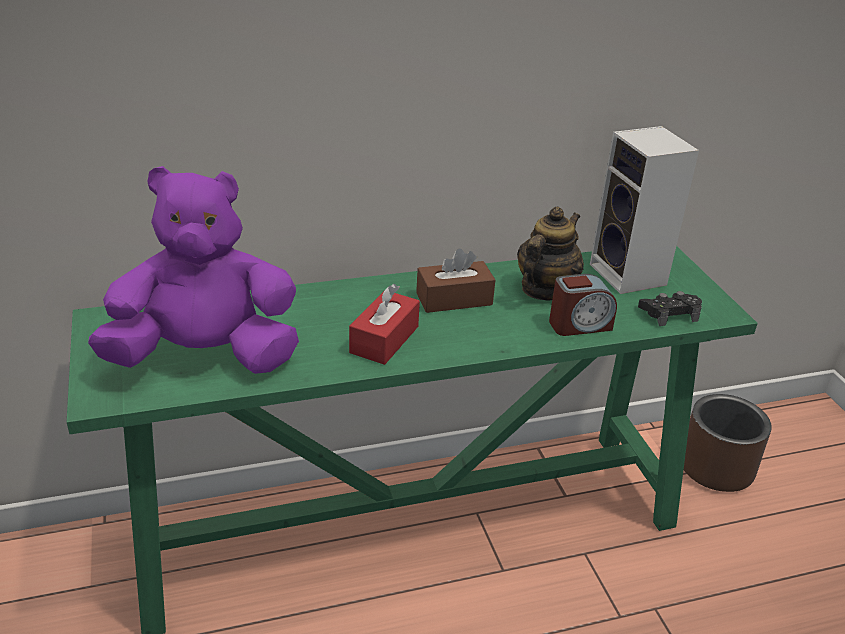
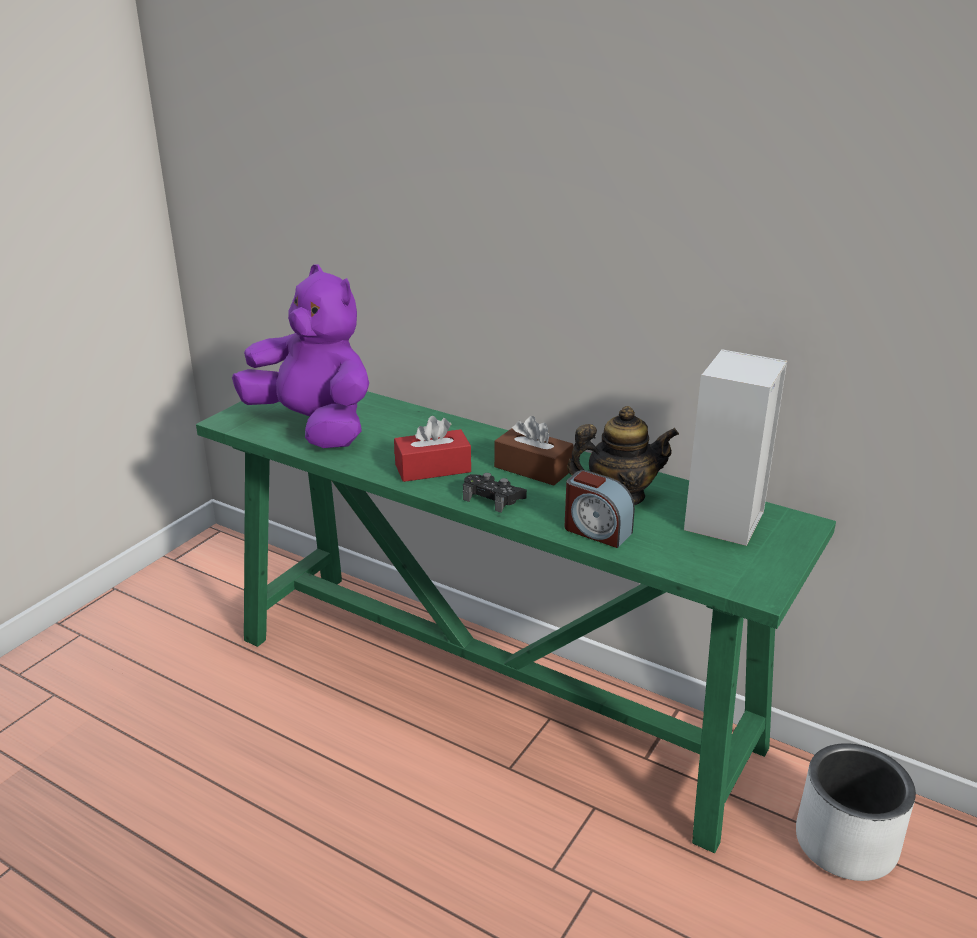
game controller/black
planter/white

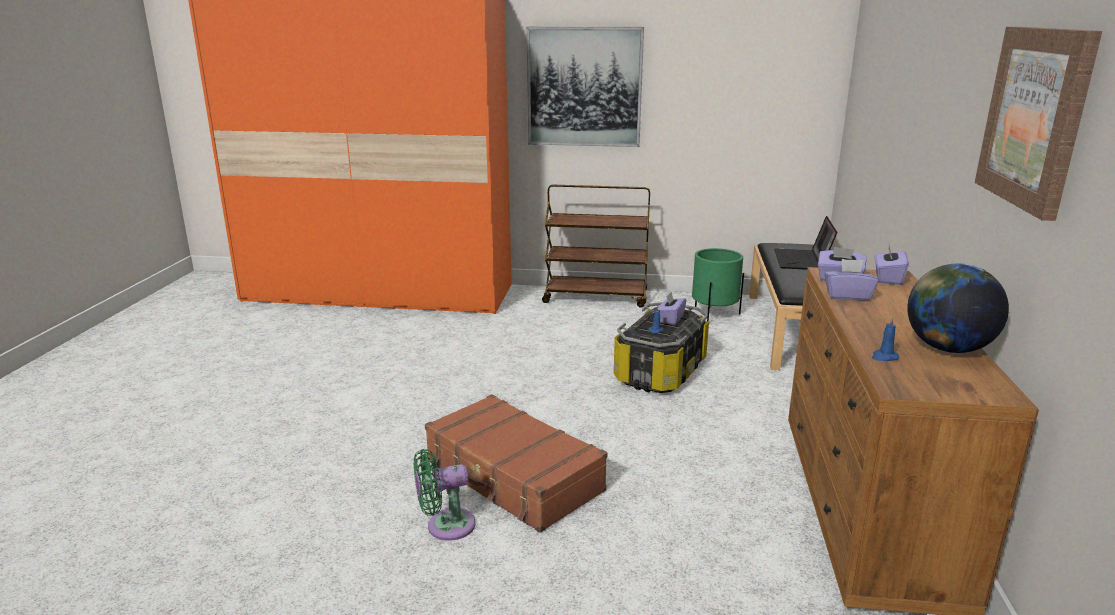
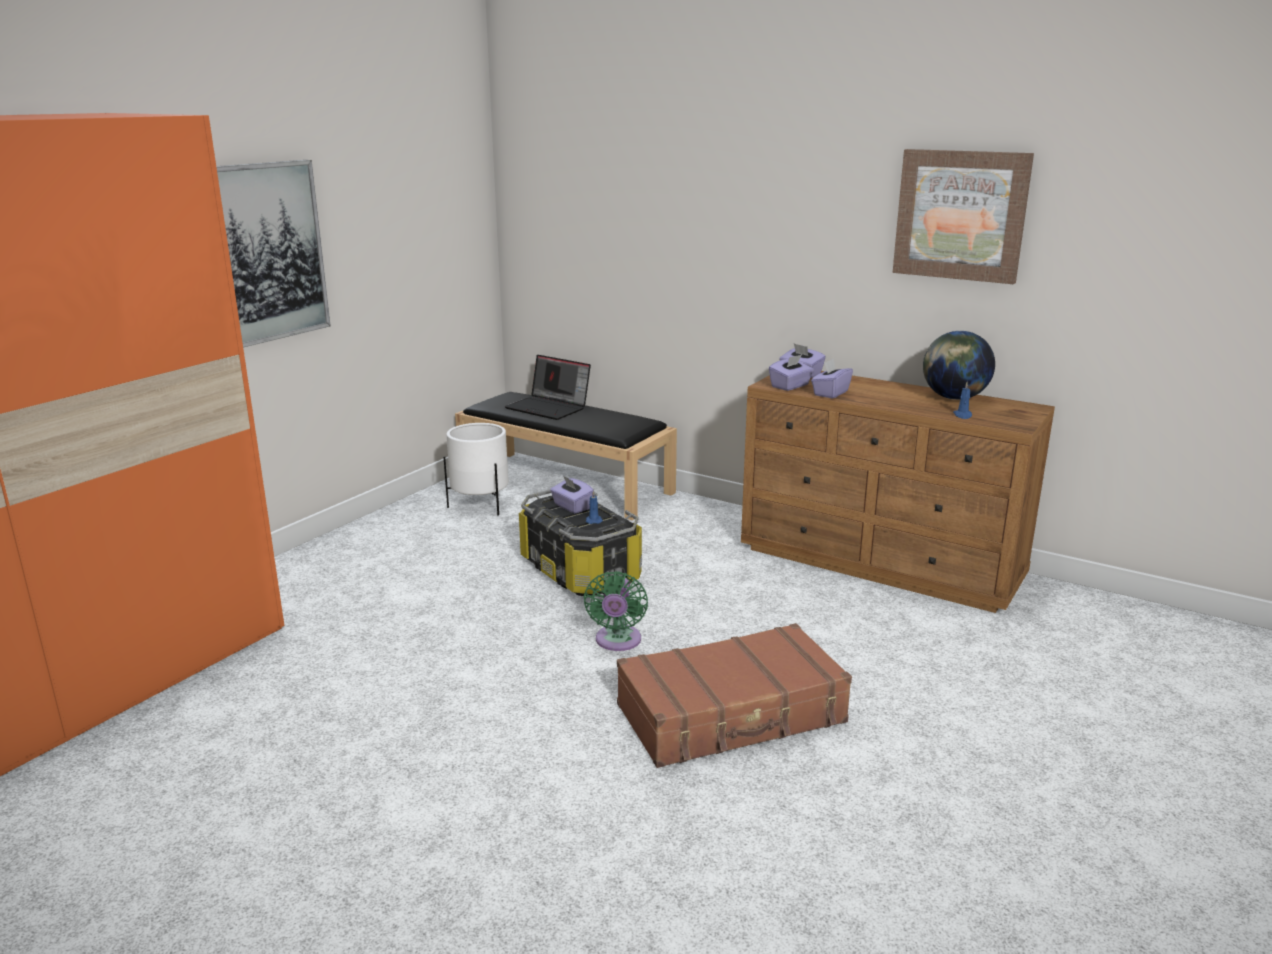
fan/green
cart/brown
planter/white

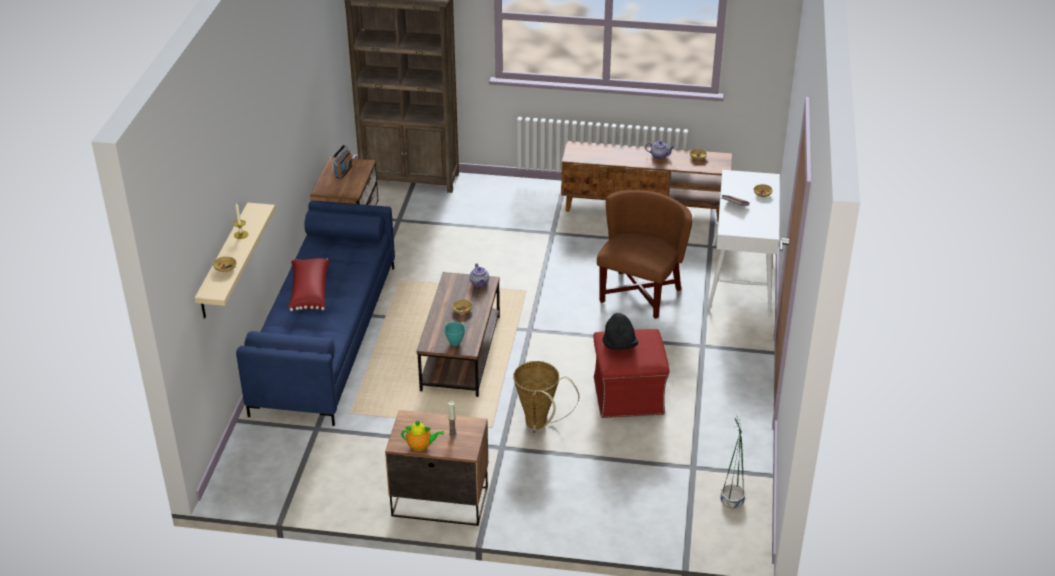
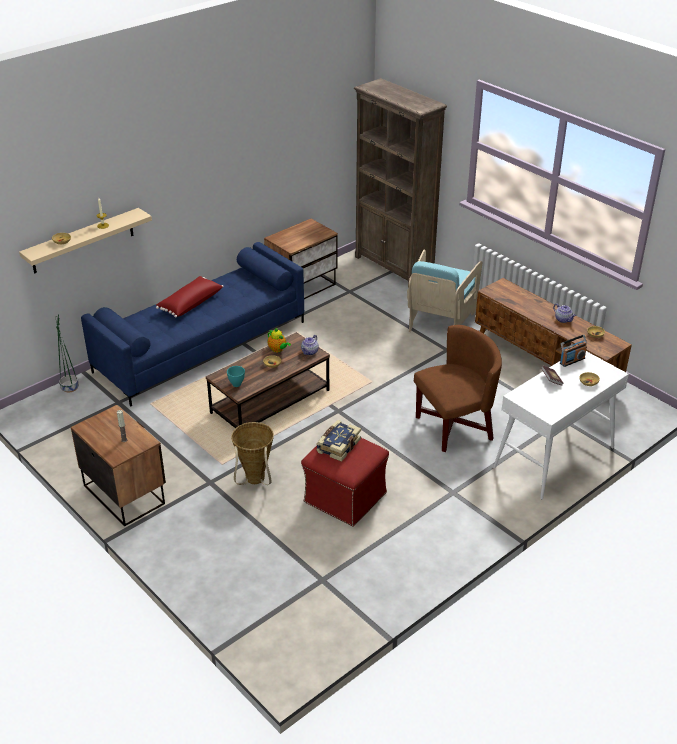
radio
teapot (1st from left)
book (1st from left)
planter/green
armchair/turquoise

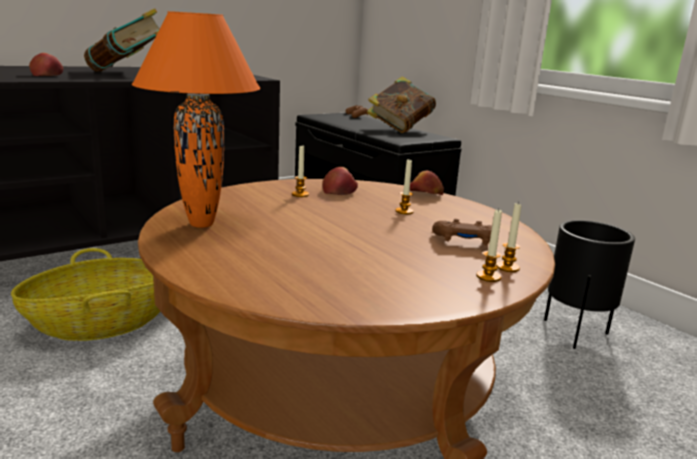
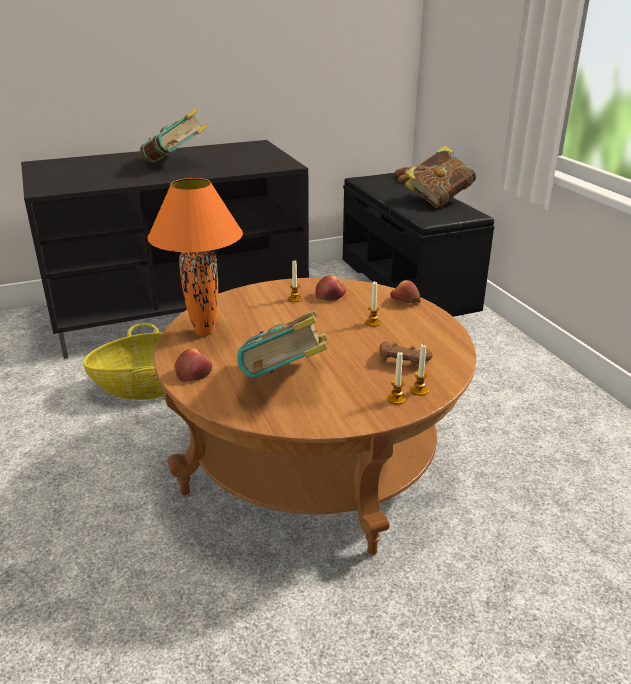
apple (1st from left)
planter/black
book (2nd from left)

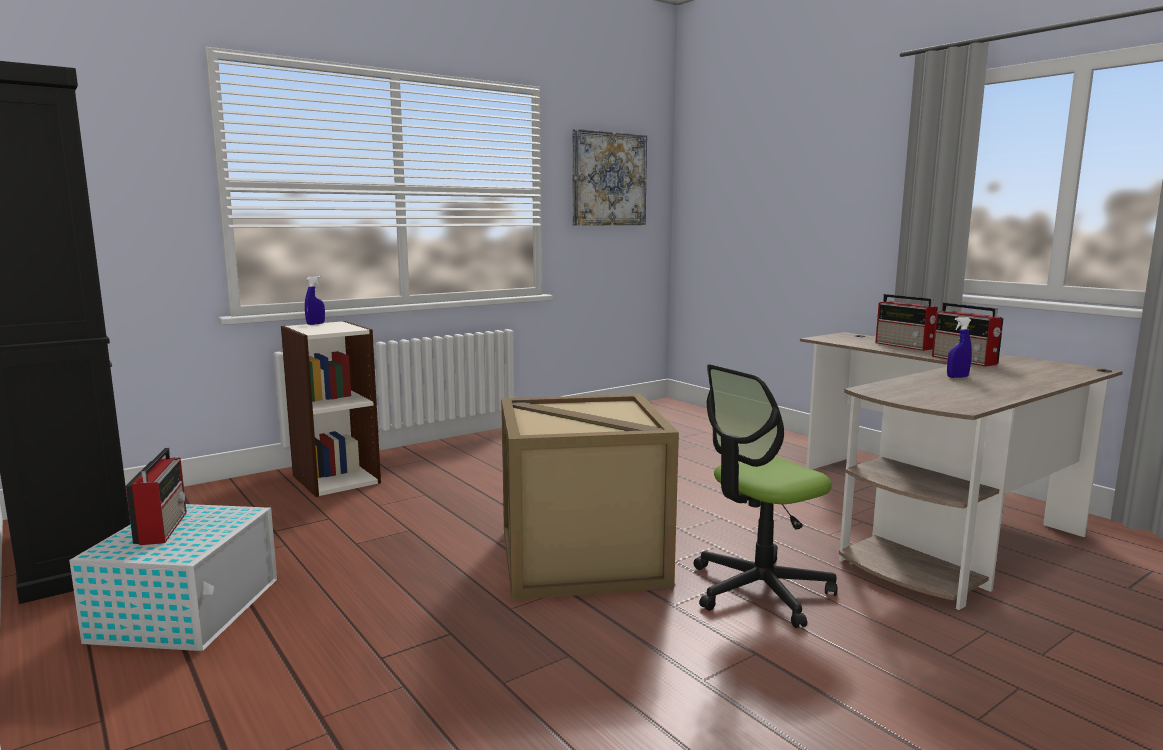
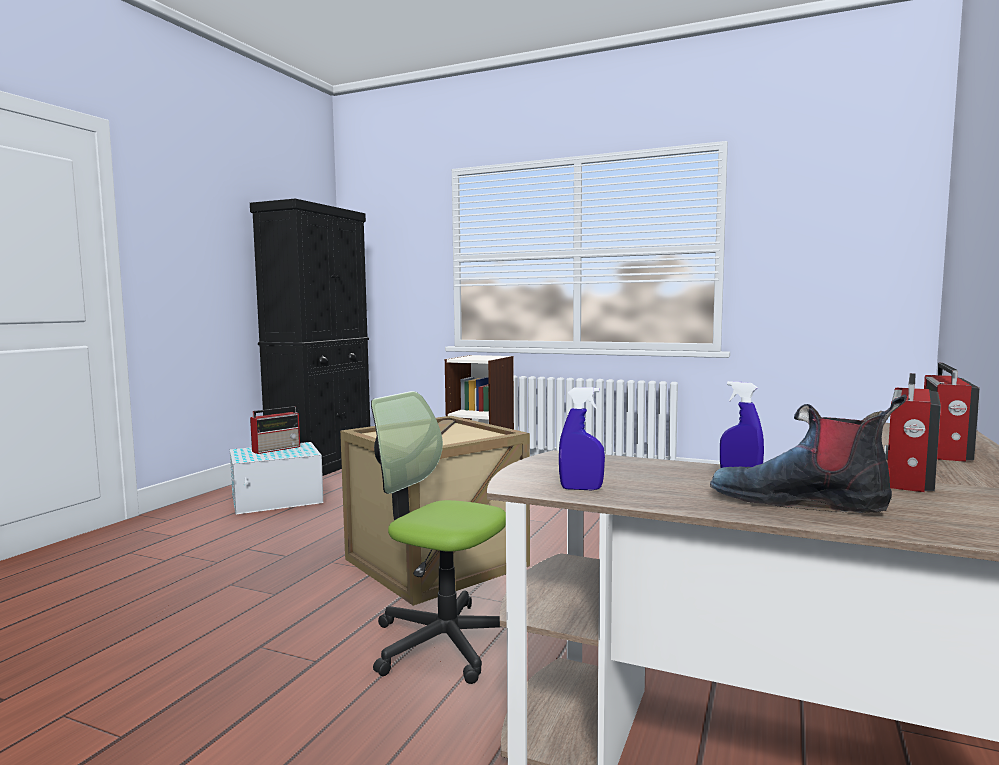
spray bottle/blue (1st from left)
picture
boot

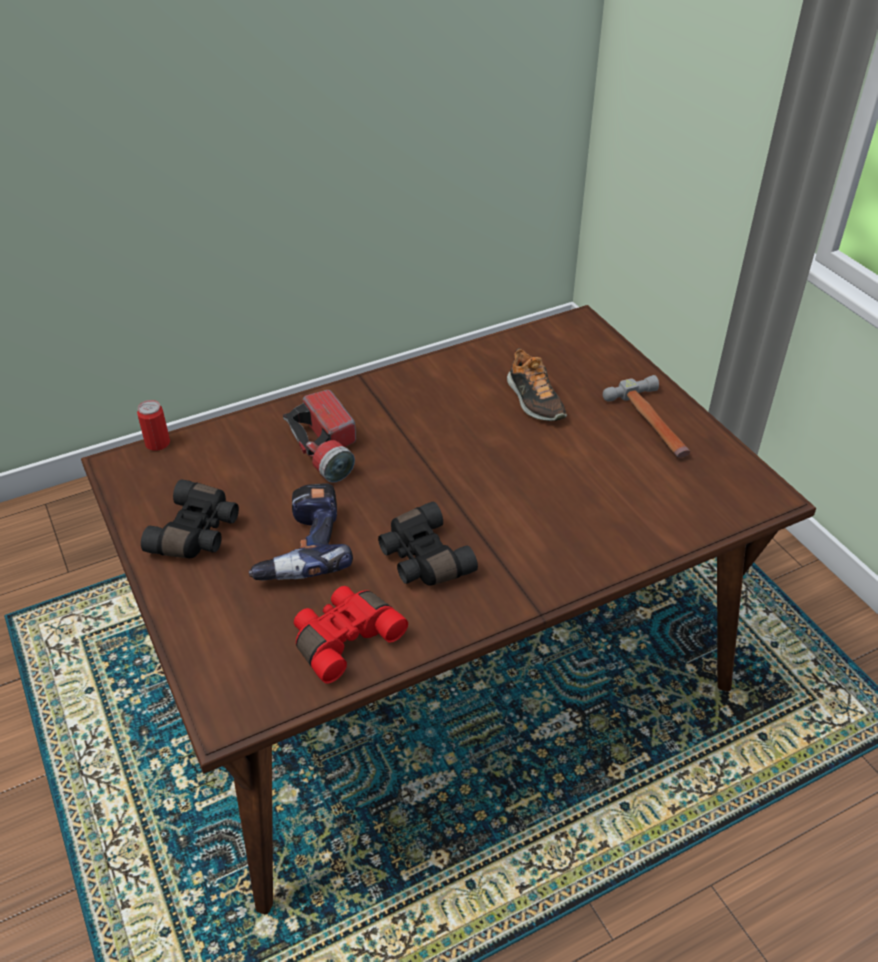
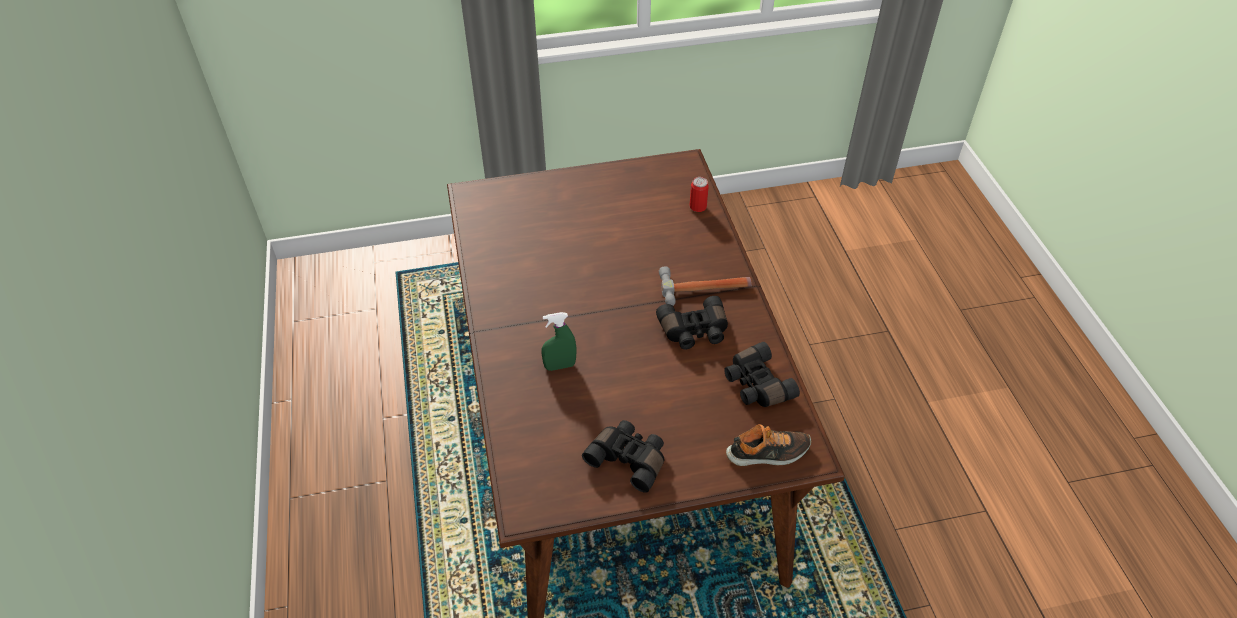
can
power drill
spray bottle/green
binoculars/black (3rd from left)
shoe
hammer

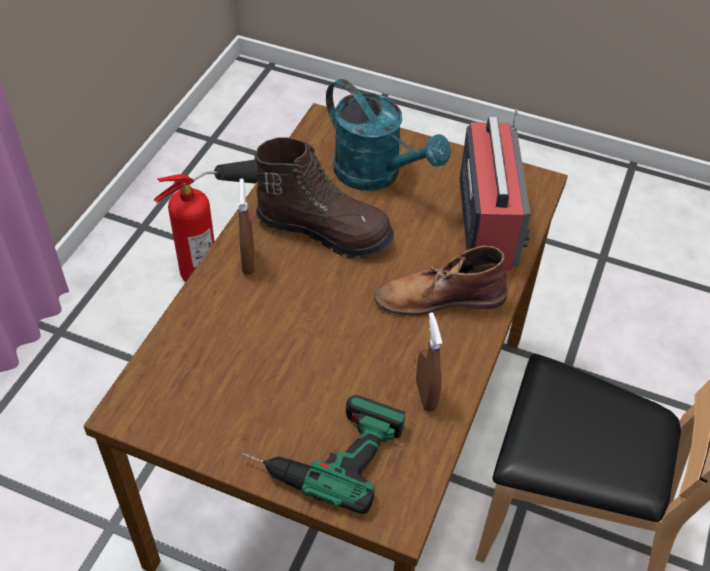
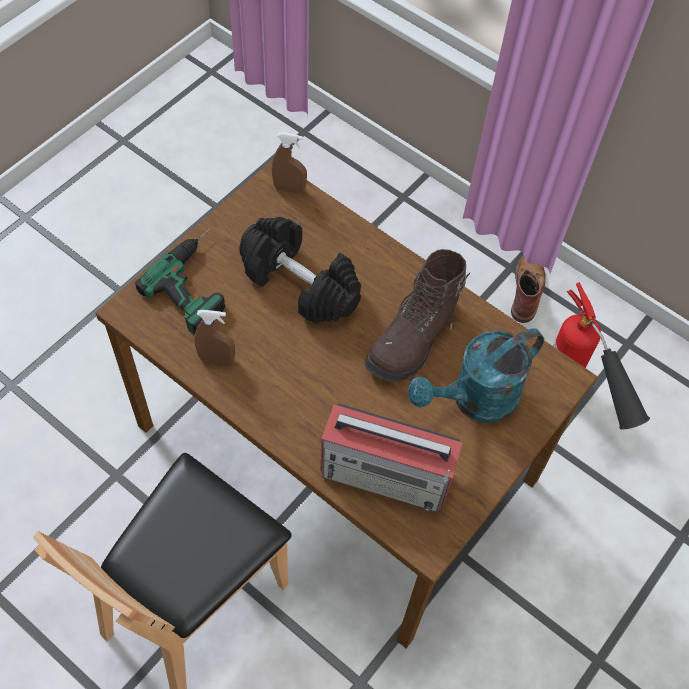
spray bottle/brown (2nd from left)
boot/brown (2nd from left)
dumbbell/black

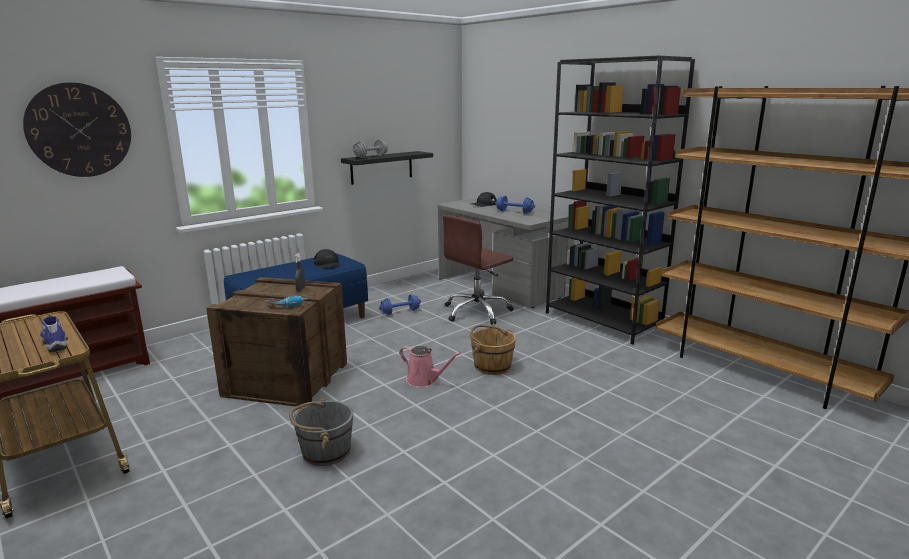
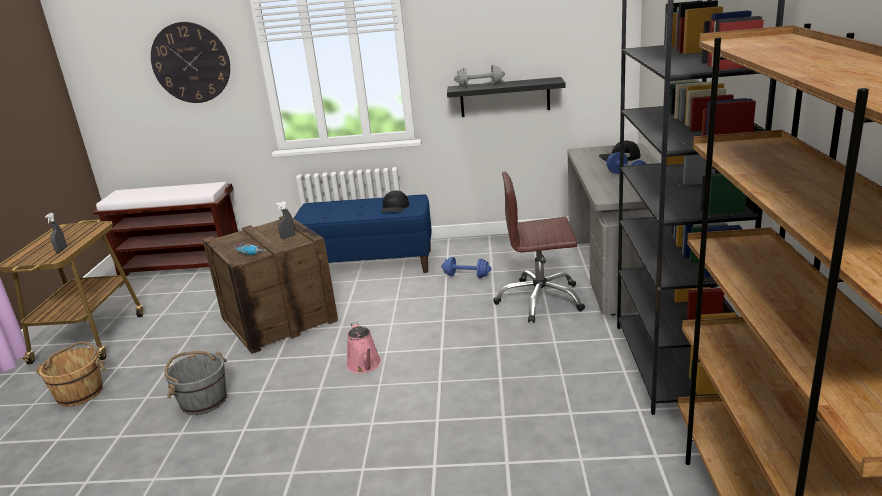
spray bottle/grey (1st from left)
bucket/brown

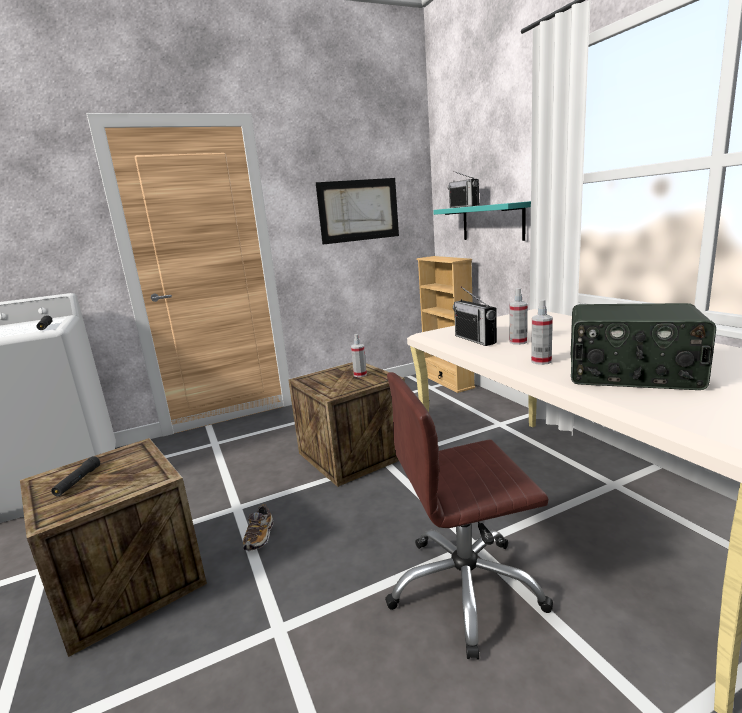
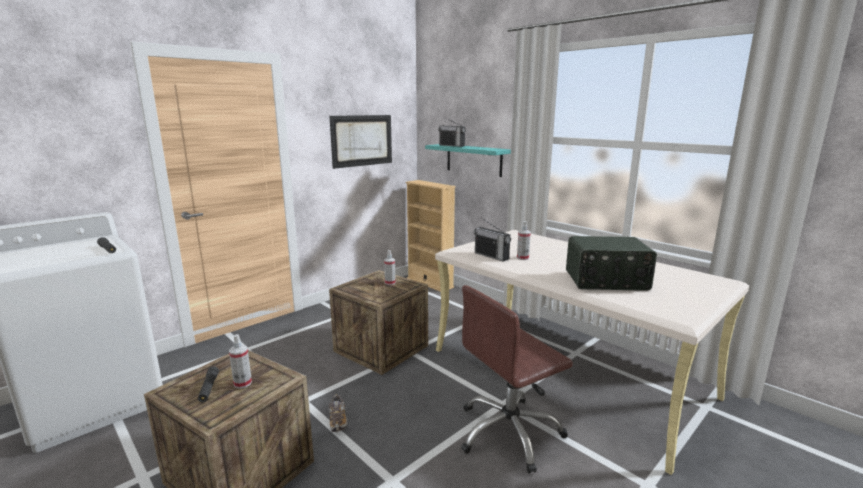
spray bottle (1st from left)

